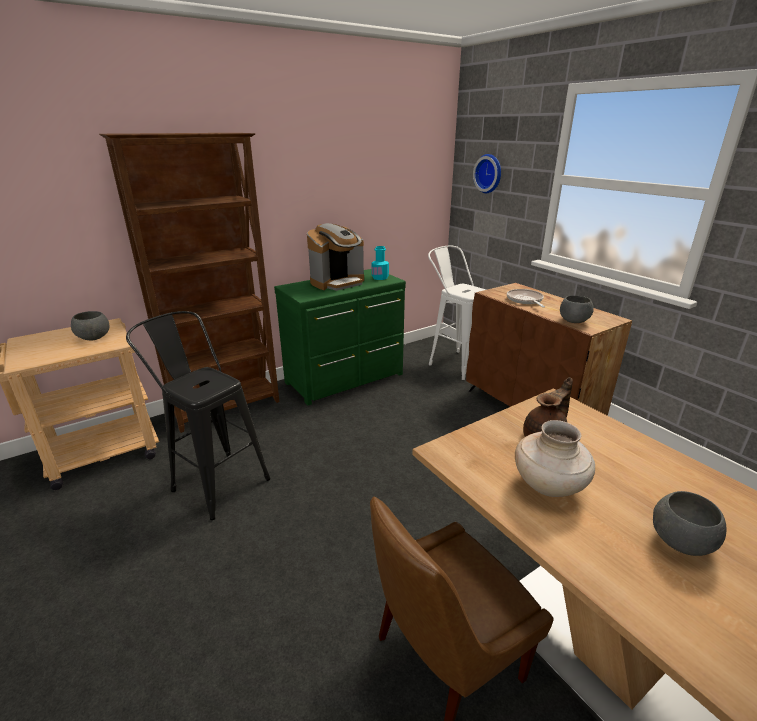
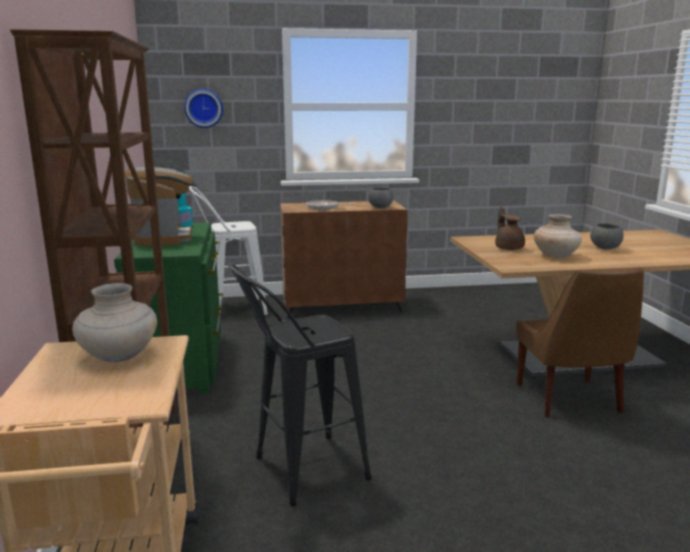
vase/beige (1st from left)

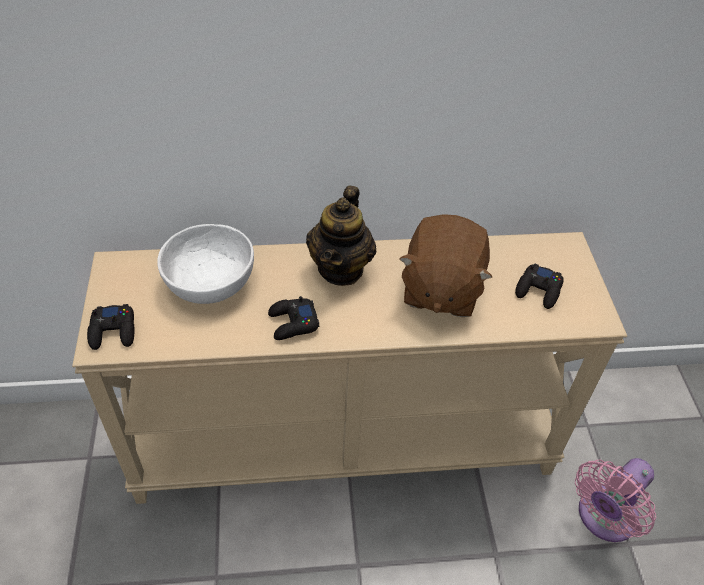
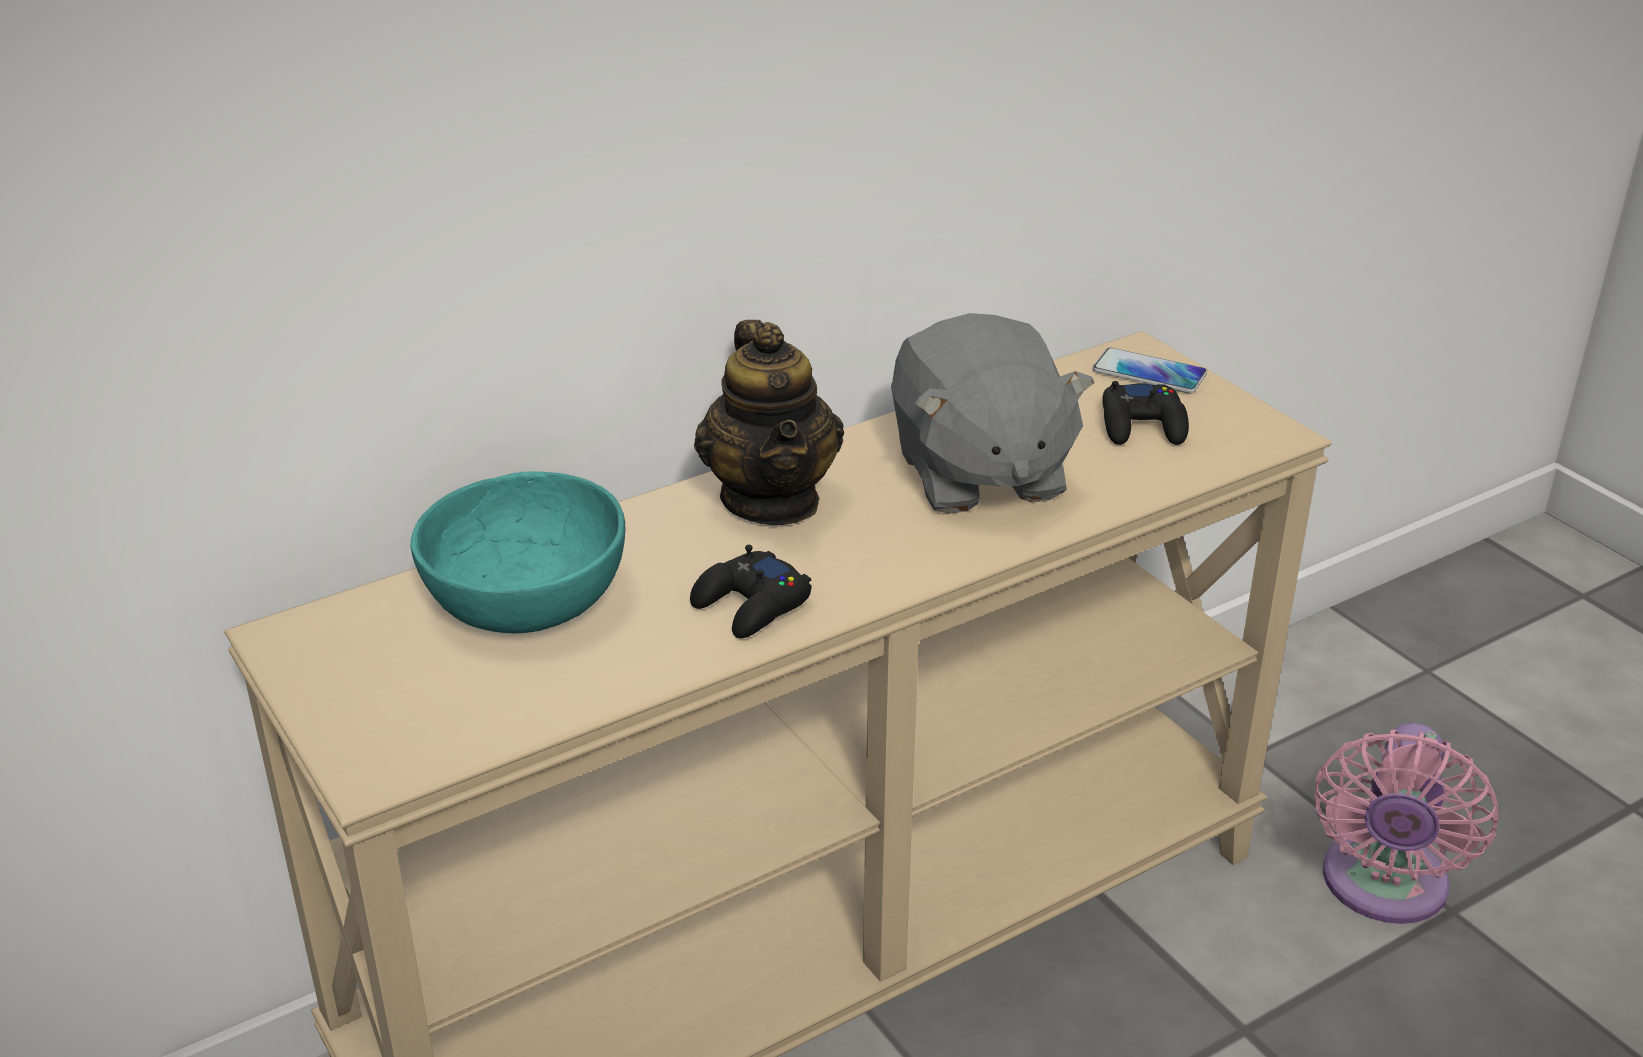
game controller/black (1st from left in the first image)
bowl/turquoise
plush toy/grey
phone

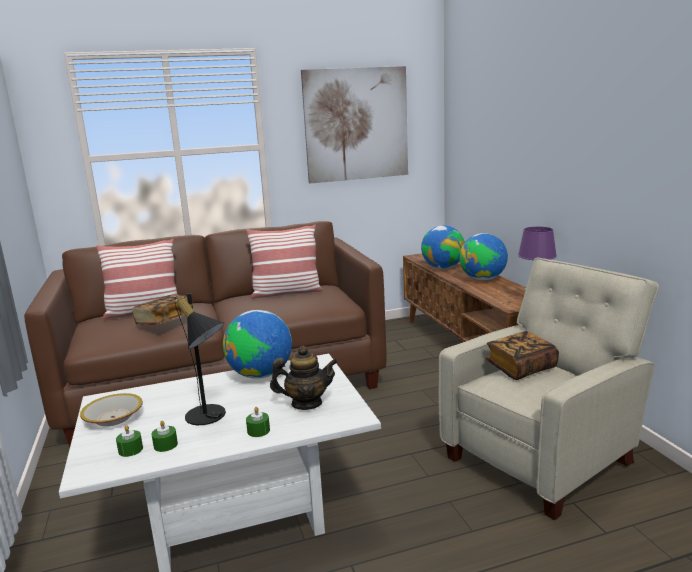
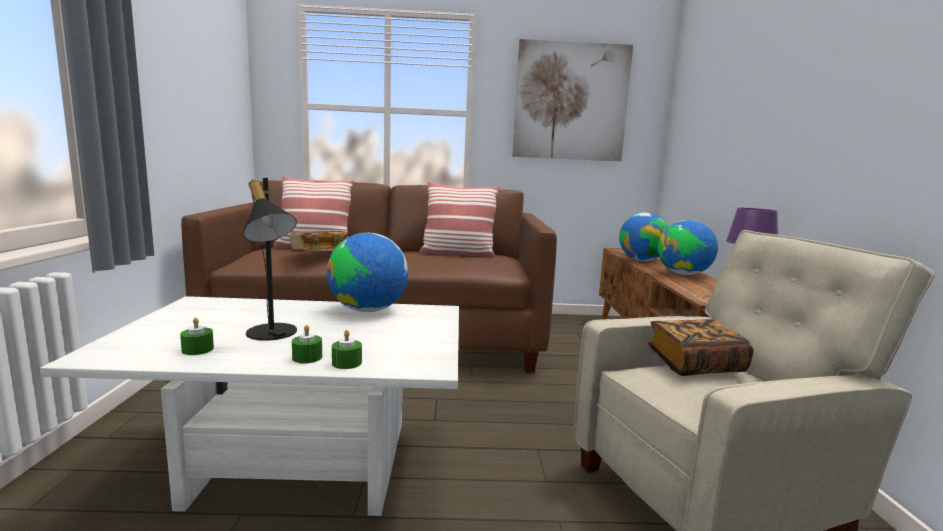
bowl
candle/green (3rd from left)
teapot

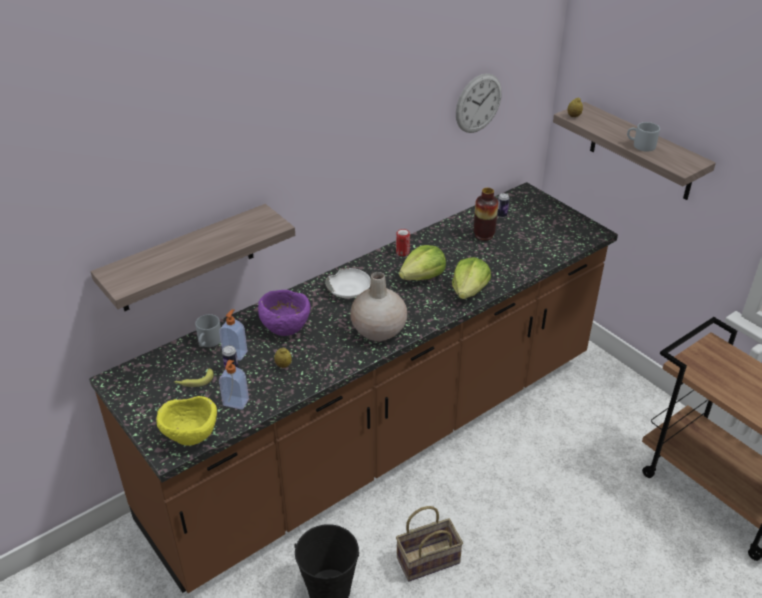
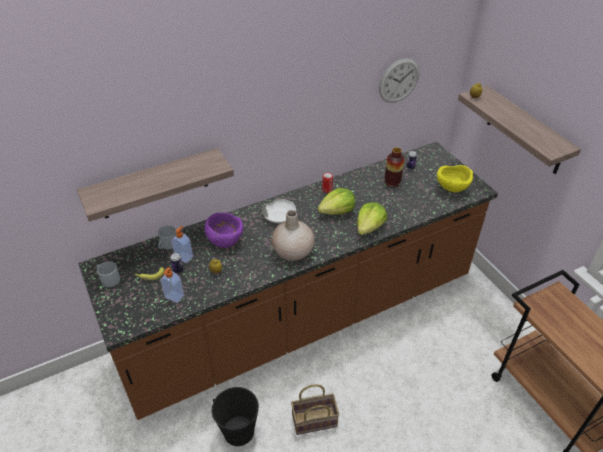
bowl/yellow
mug/grey (1st from left)

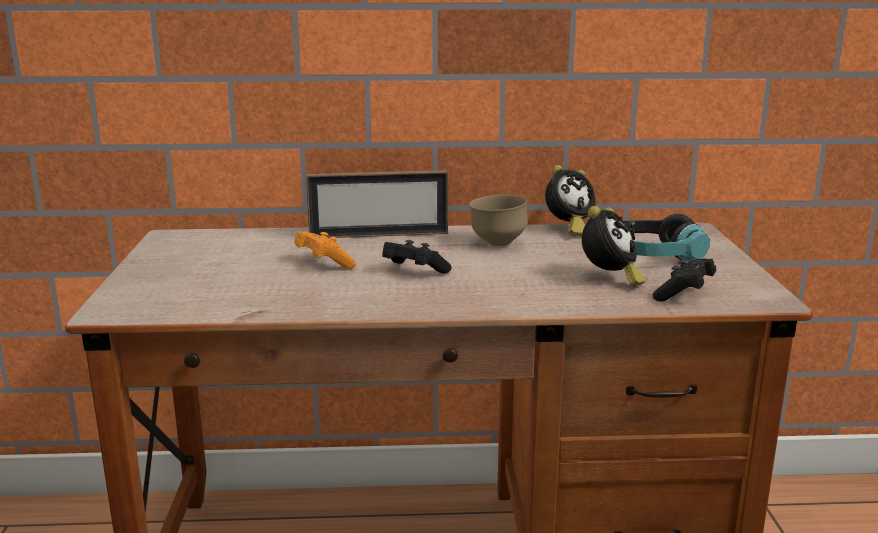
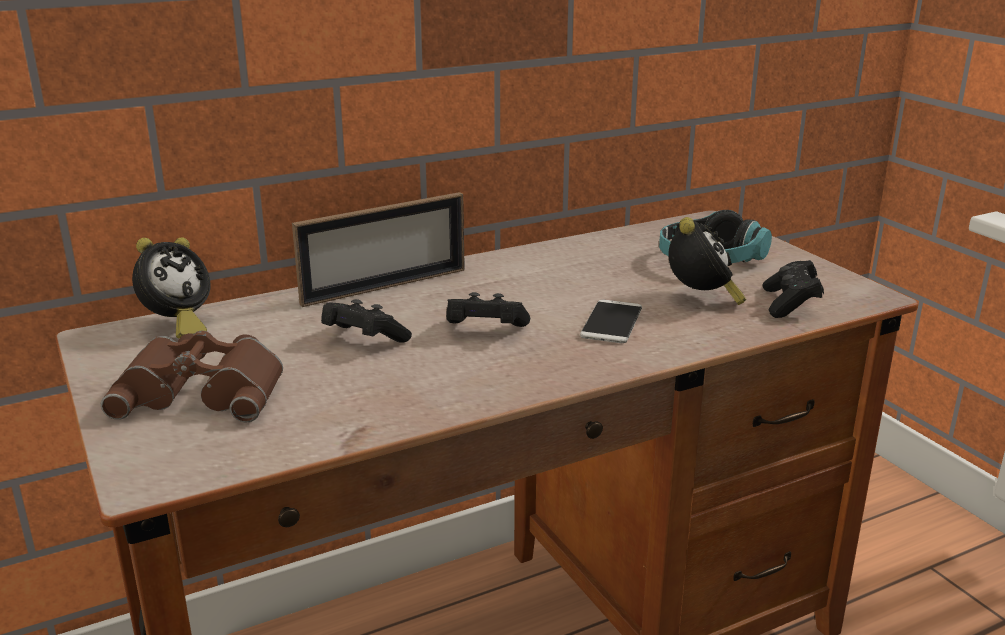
game controller/black (1st from left)
bowl/brown
alarm clock (1st from left)
binoculars/brown
phone

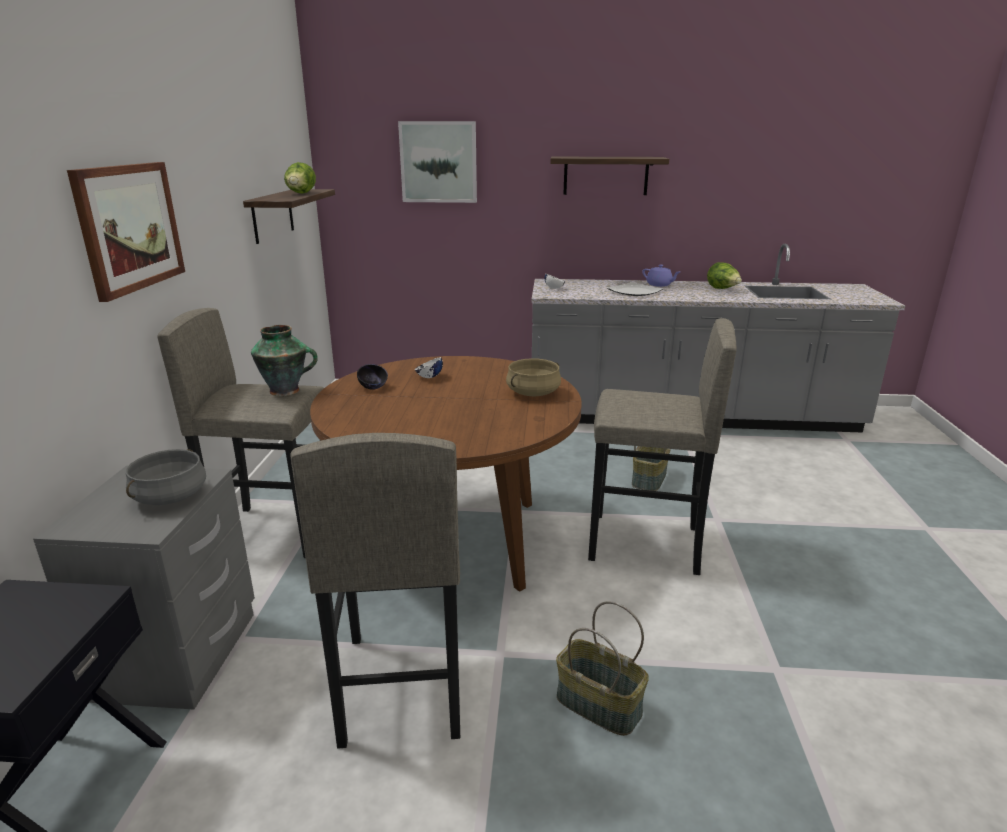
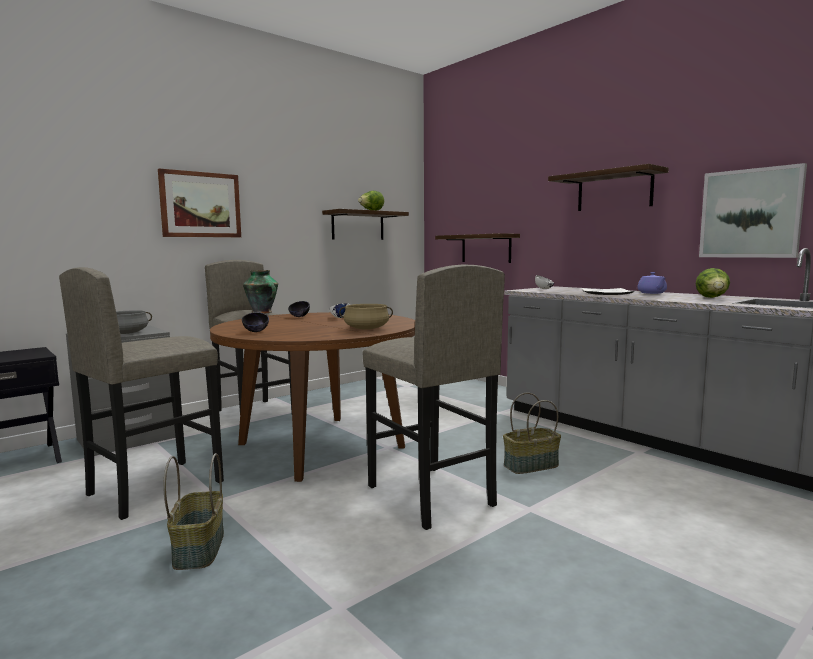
picture (2nd from left)
bowl/black (1st from left)
shelf (2nd from left)

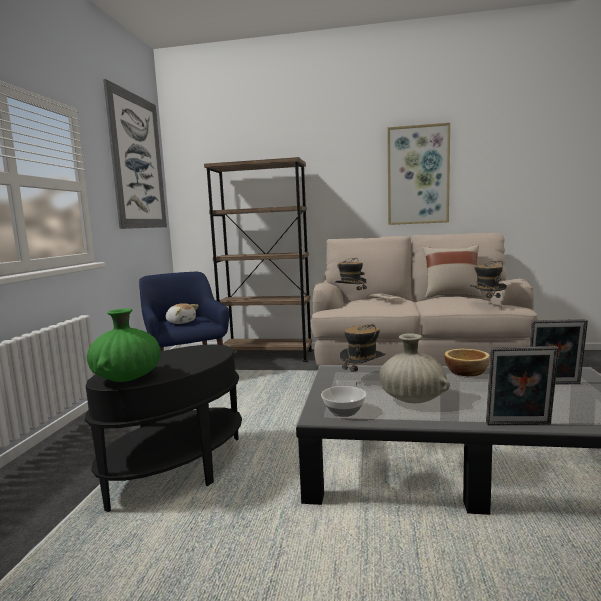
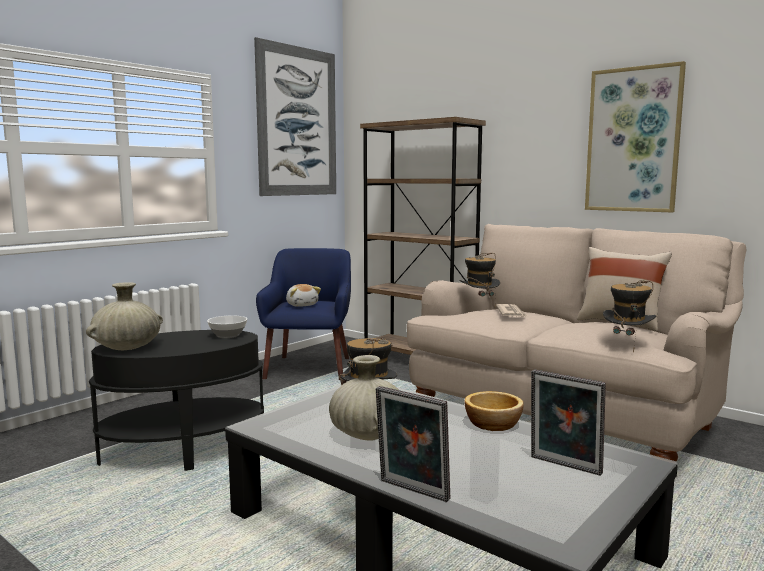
vase/beige (1st from left)
bowl (1st from left)

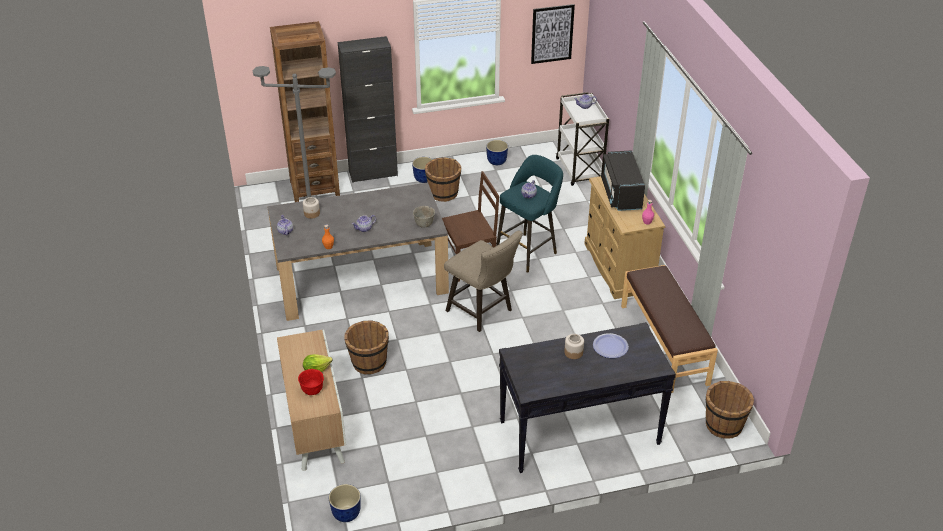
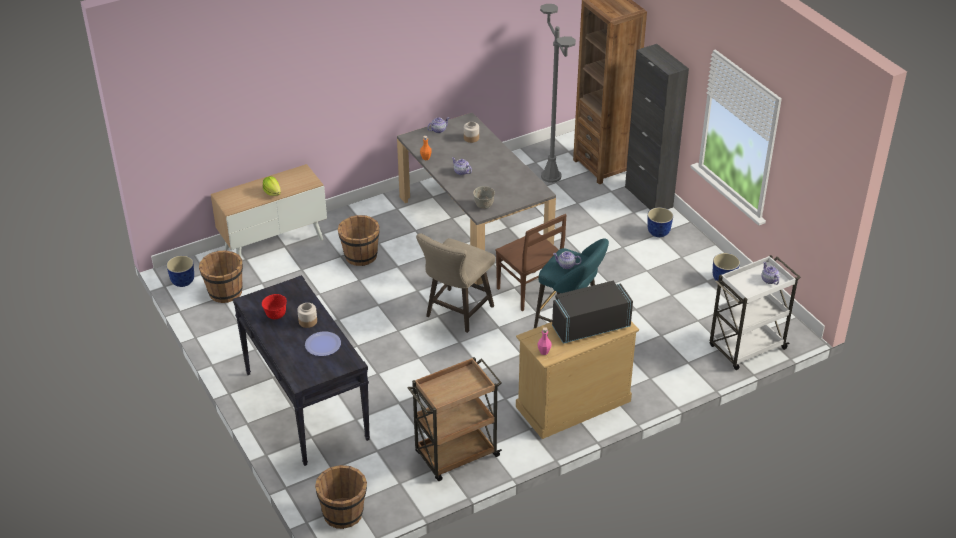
bowl/red
bucket/brown (1st from left)
picture
cart/brown

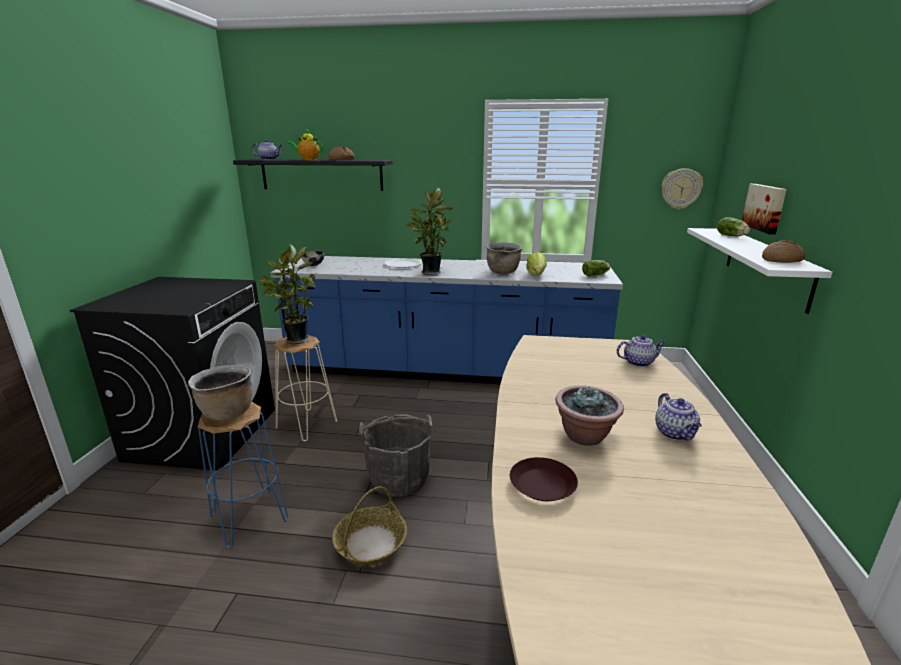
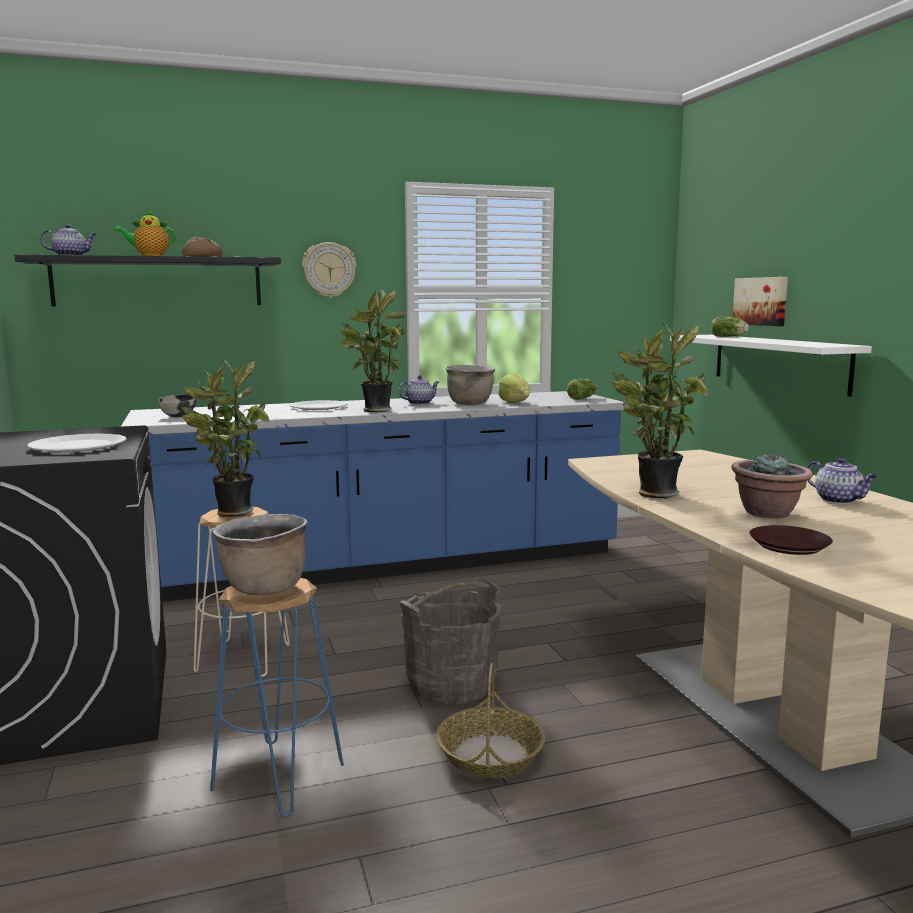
teapot (3rd from left)
wall clock
bread (2nd from left in the first image)
plate/white (1st from left)
potted plant (3rd from left)

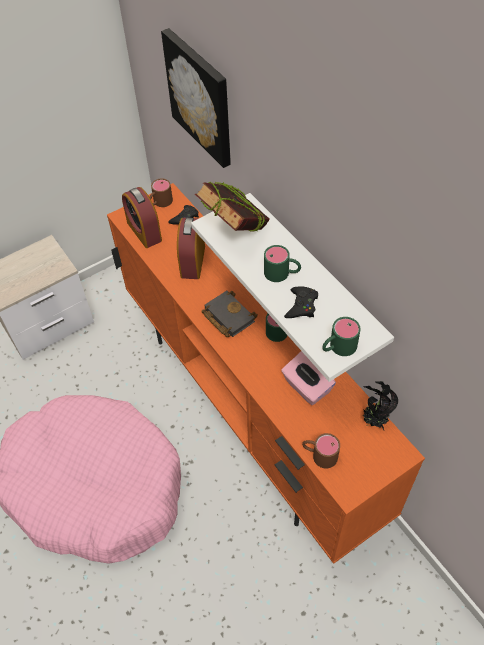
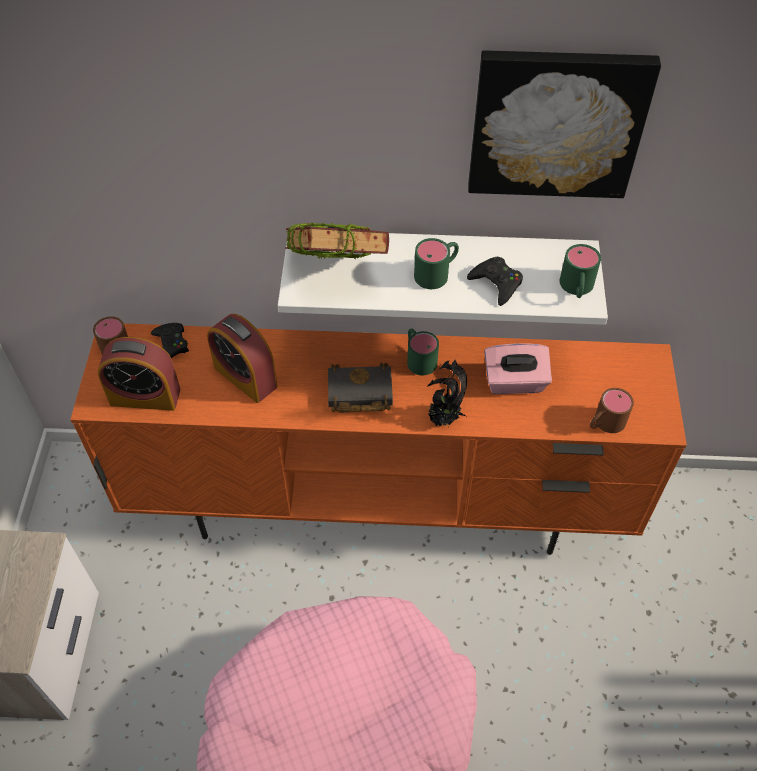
picture
potted plant

